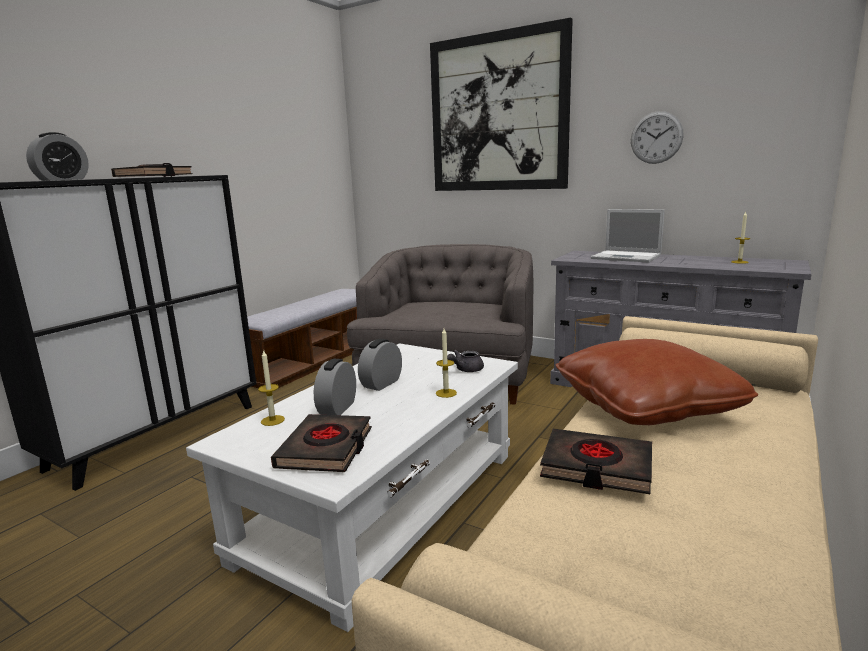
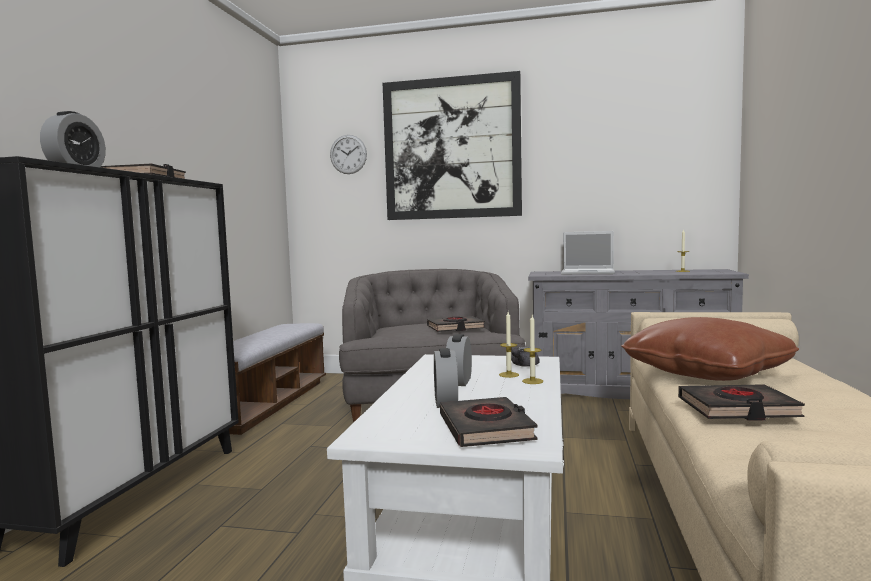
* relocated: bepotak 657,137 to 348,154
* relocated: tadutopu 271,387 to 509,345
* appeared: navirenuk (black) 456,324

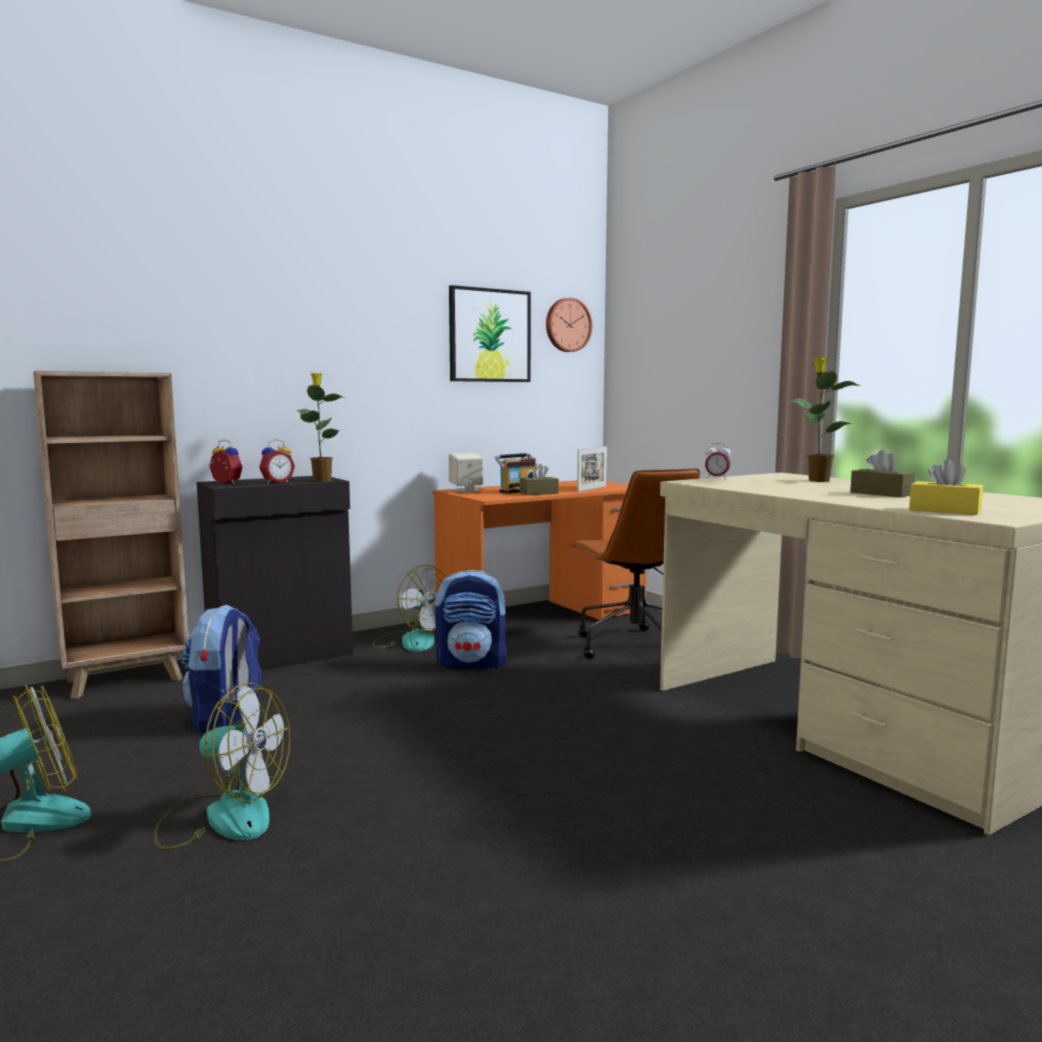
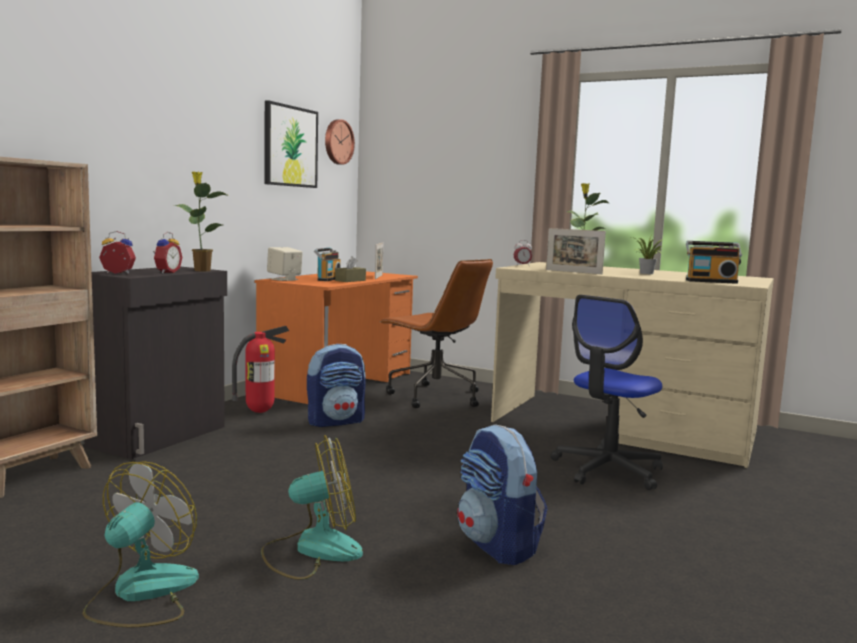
* exchanged: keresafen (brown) 882,473 to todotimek 646,254
* exchanged: keresafen (yellow) 946,487 to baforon 714,262
* exchanged: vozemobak 409,608 to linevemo 260,369
* relocated: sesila 221,669 to 503,495
* appeared: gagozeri 576,251
* appeared: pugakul 607,392

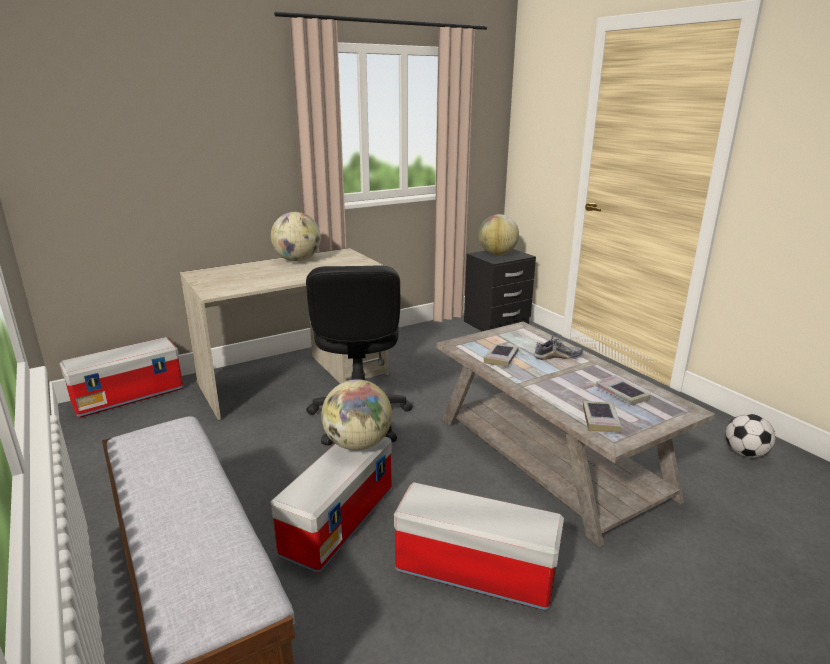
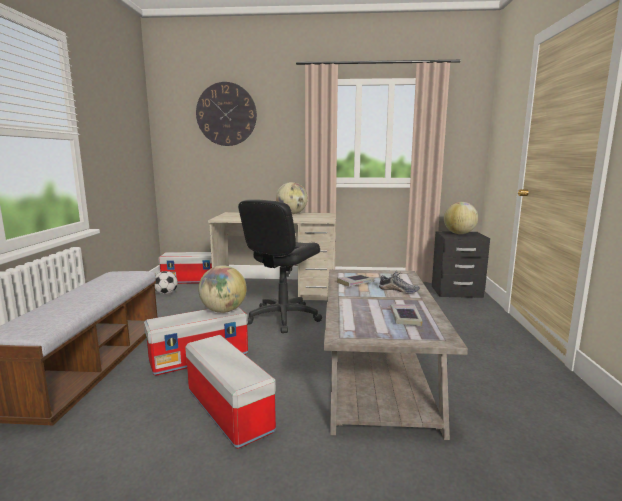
* missing: navirenuk 602,416
* relocated: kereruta 751,436 to 166,283
* appeared: bepotak 226,114

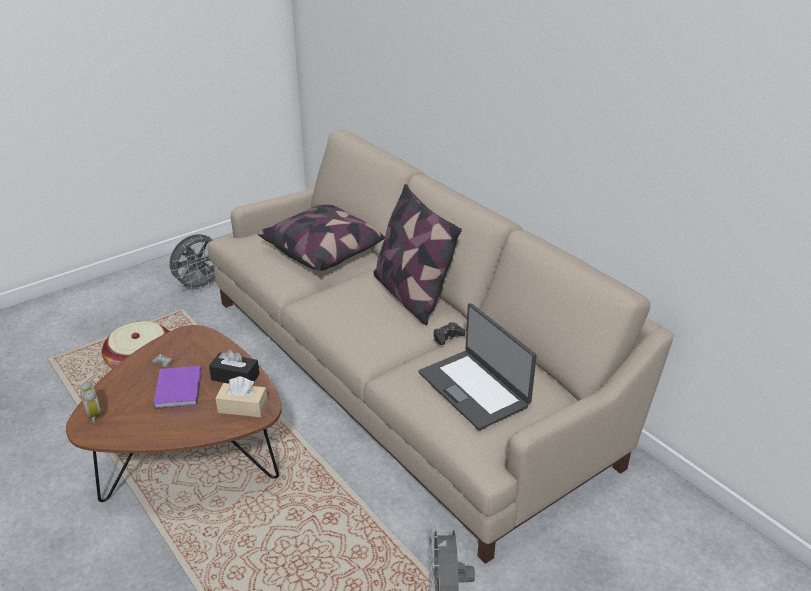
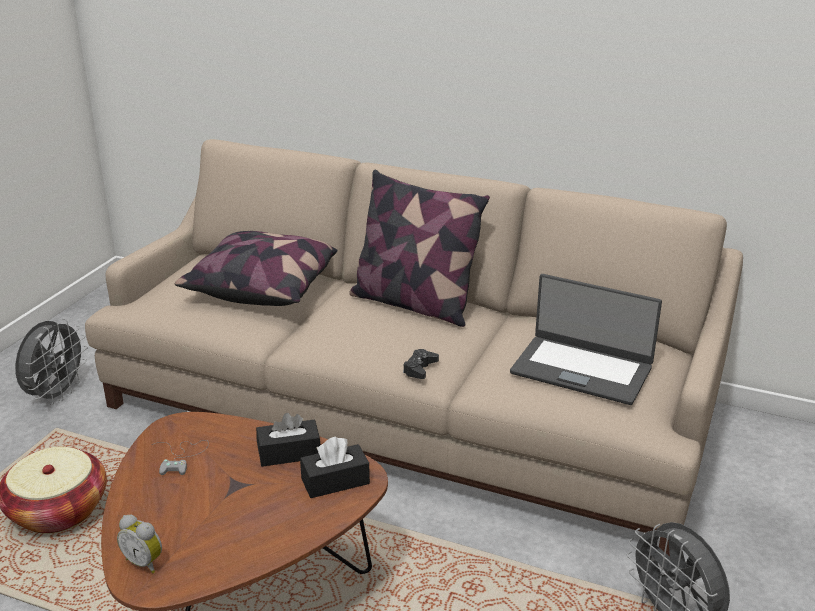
* relocated: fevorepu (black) 449,333 to 421,364
* missing: navirenuk (purple) 177,387
* colour: keresafen (beige) 241,397 to keresafen (black) 335,467

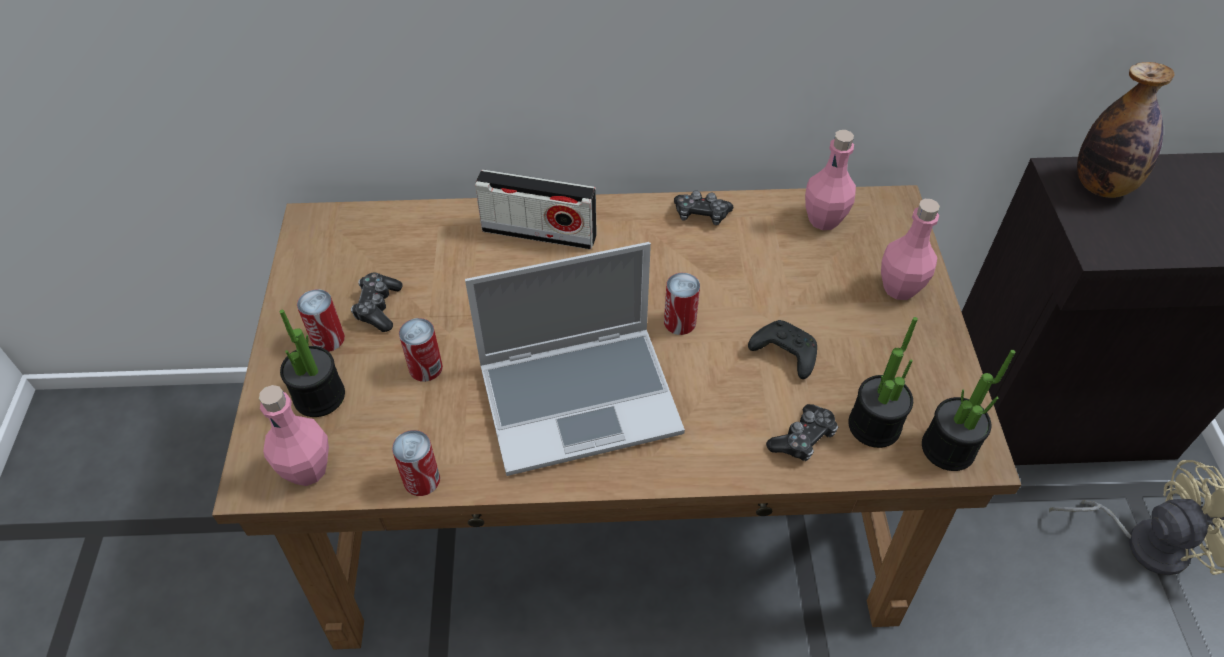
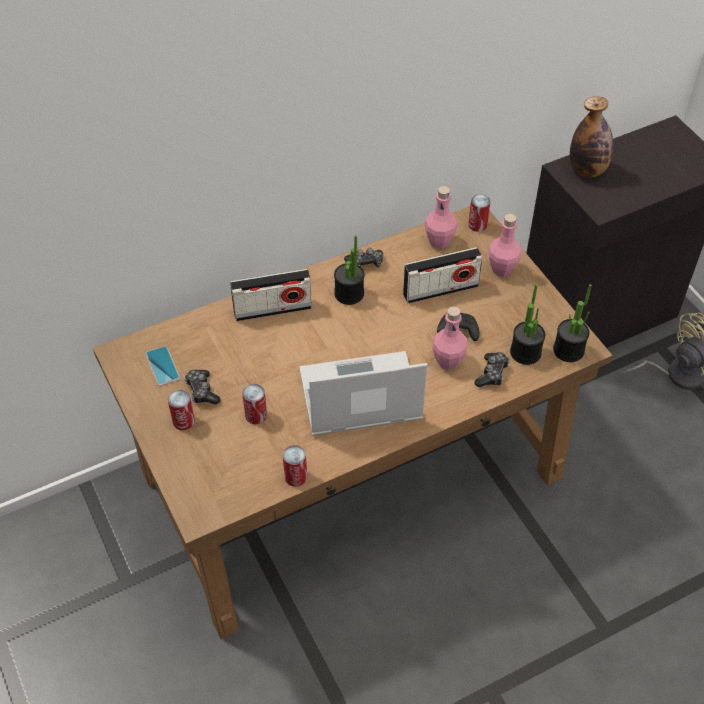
* spun: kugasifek 575,359 = 363,393 150 degrees counterclockwise
* relocated: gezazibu 682,304 to 479,213
* relocated: todotimek 312,363 to 349,270
* relocated: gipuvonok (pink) 294,435 to 450,338
* appeared: baforon 443,275
* appeared: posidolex 163,366

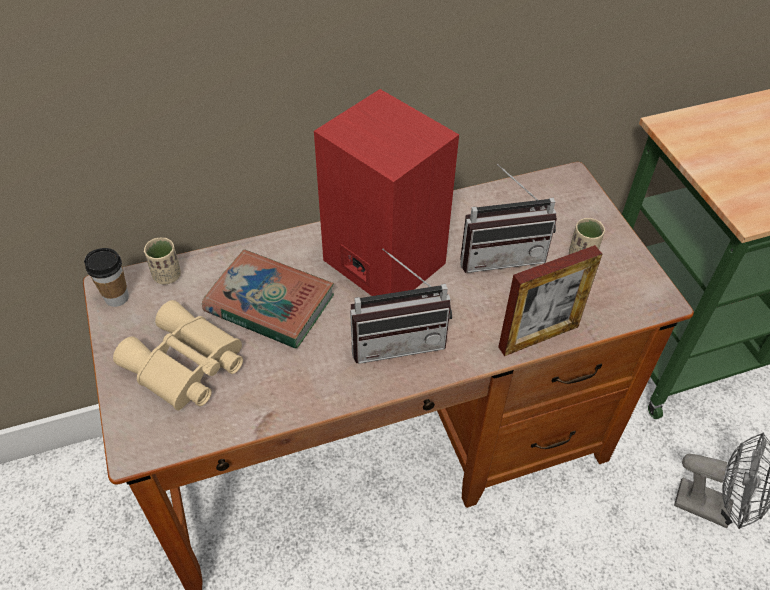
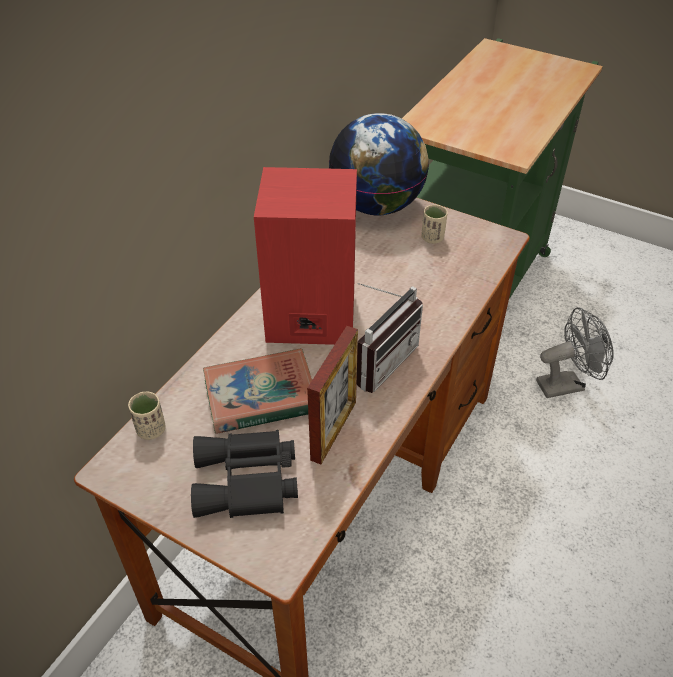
* missing: baforon 508,218
* relocated: gagozeri 550,300 to 332,395
* missing: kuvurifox 106,277
* colour: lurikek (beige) 178,355 to lurikek (black) 244,474
* appeared: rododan 379,164

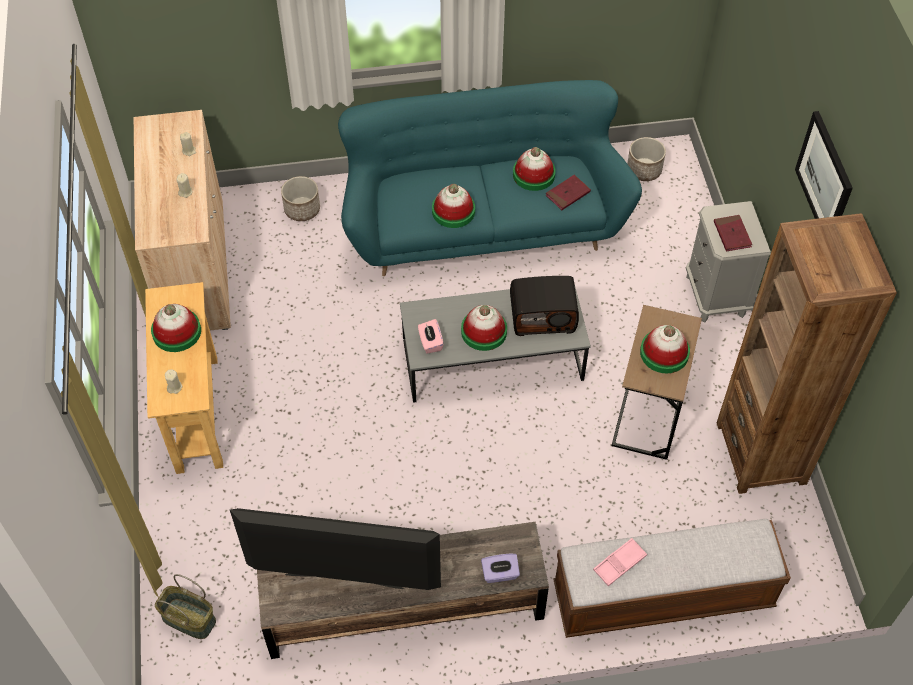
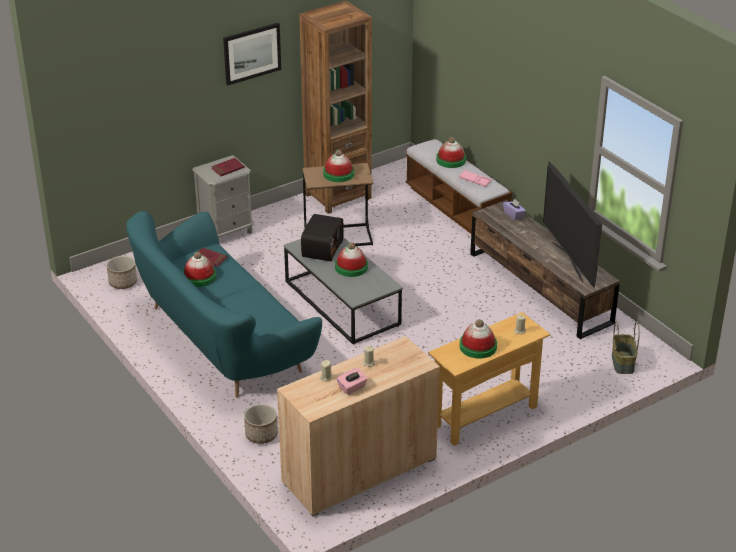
* relocated: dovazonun 453,206 to 451,152
* spun: baforon 544,306 = 322,237 45 degrees clockwise
* relocated: keresafen (pink) 431,336 to 352,381

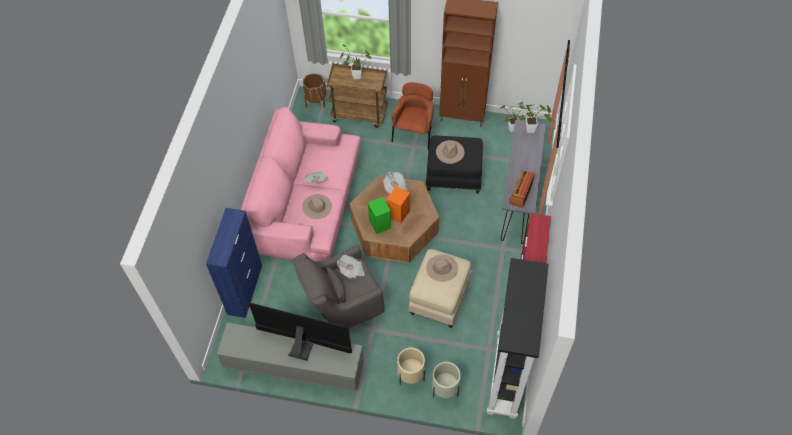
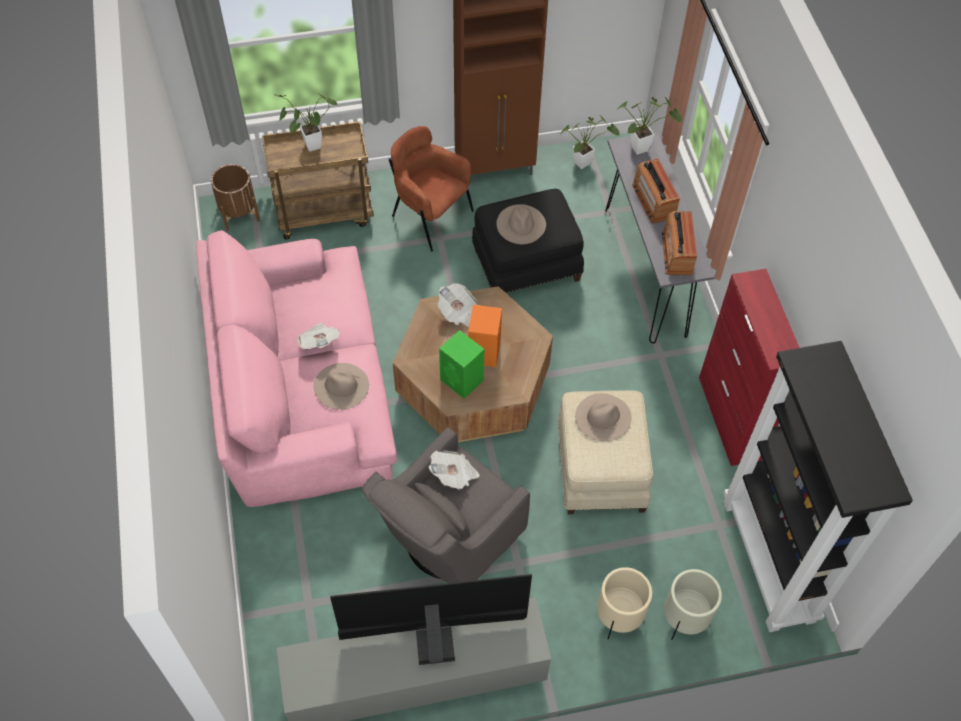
* spun: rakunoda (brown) 413,116 = 431,188 45 degrees counterclockwise
* missing: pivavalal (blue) 234,263
* appeared: baforon 656,191

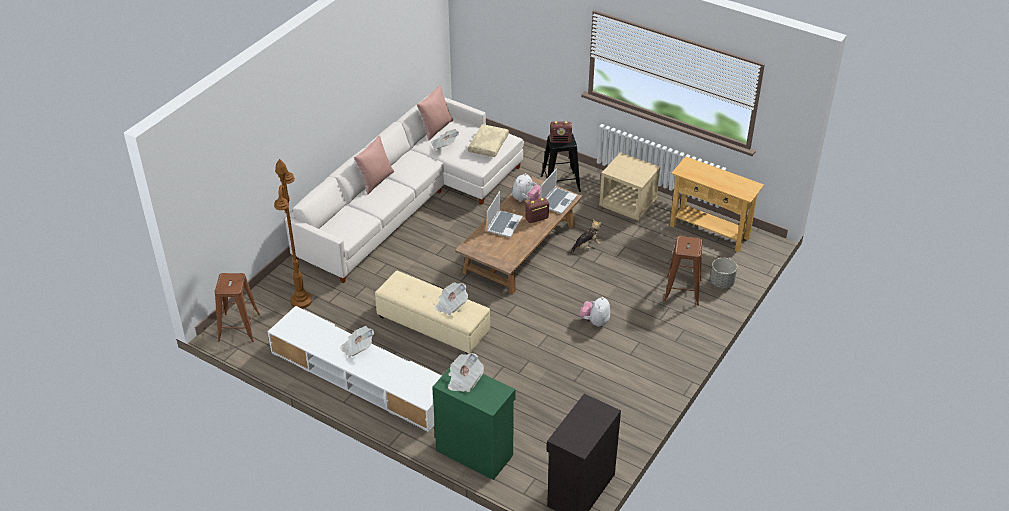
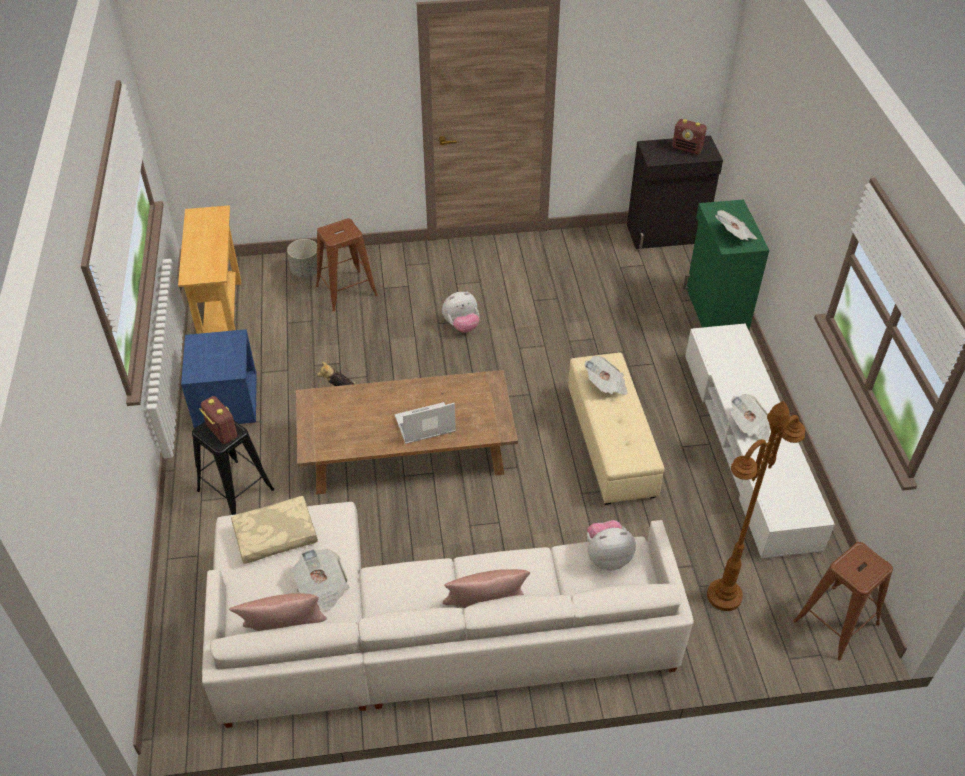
* colour: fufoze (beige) 629,186 to fufoze (blue) 219,378
* missing: kugasifek 558,191
* relocated: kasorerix 526,187 to 611,545
* relocated: baforon 537,210 to 689,136

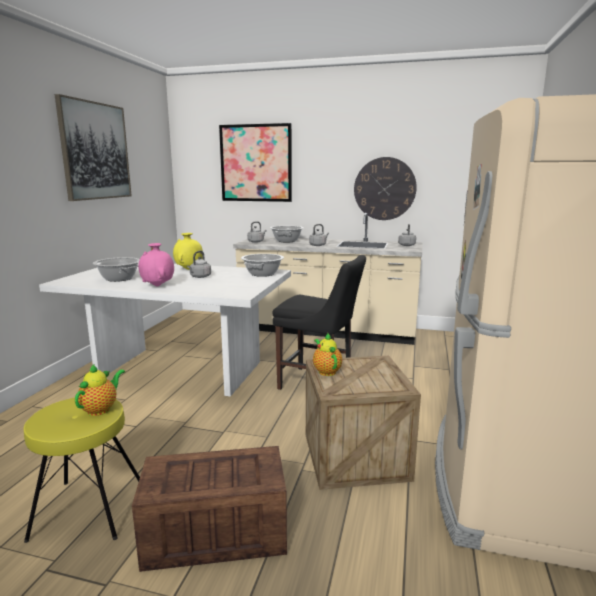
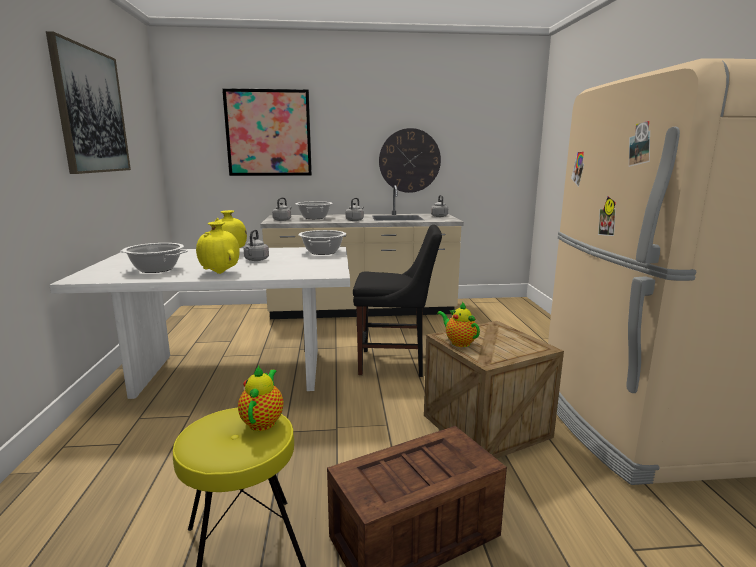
* colour: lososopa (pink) 156,264 to lososopa (yellow) 218,247

